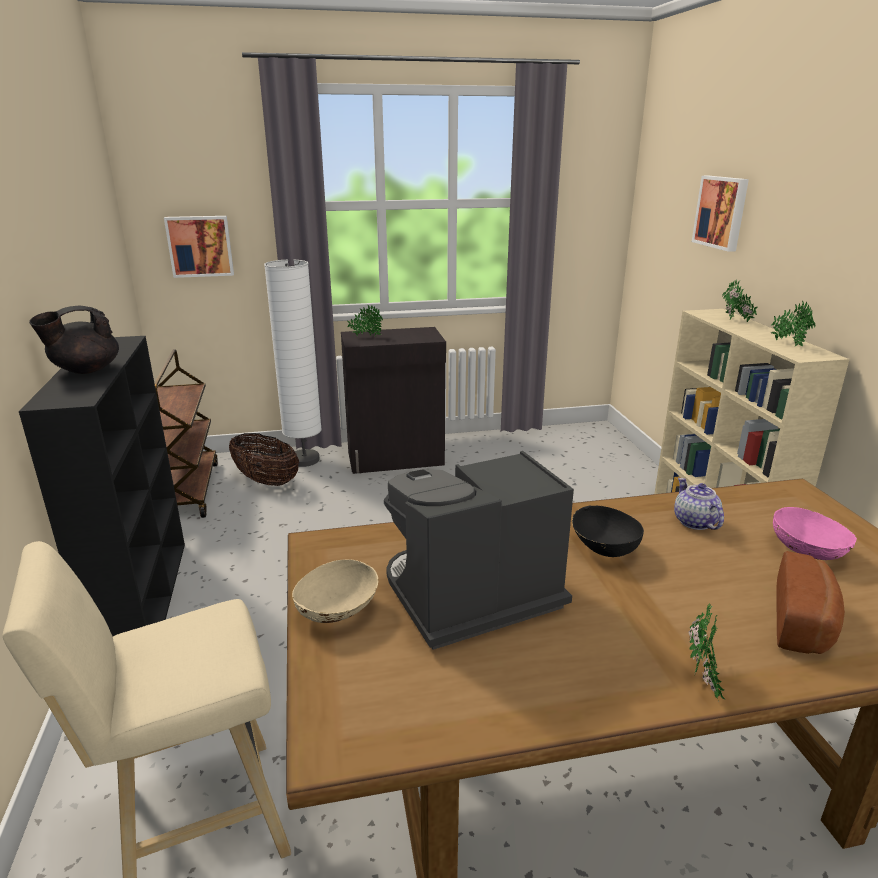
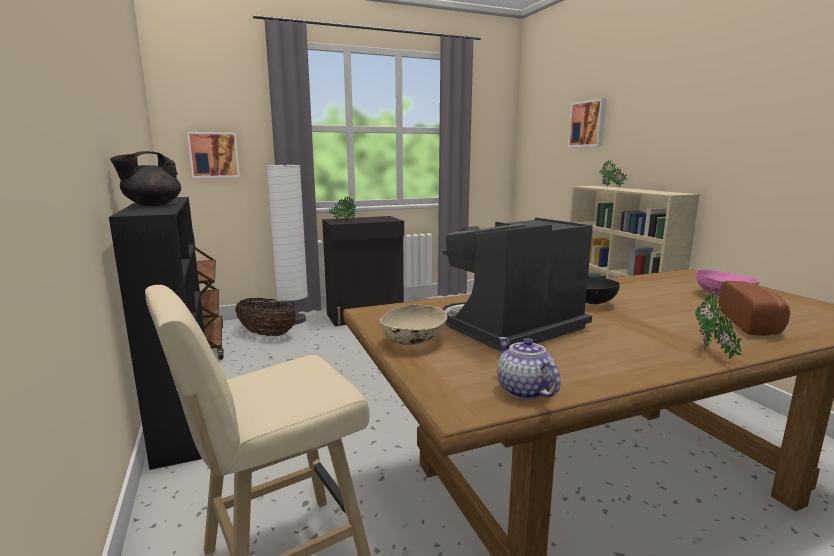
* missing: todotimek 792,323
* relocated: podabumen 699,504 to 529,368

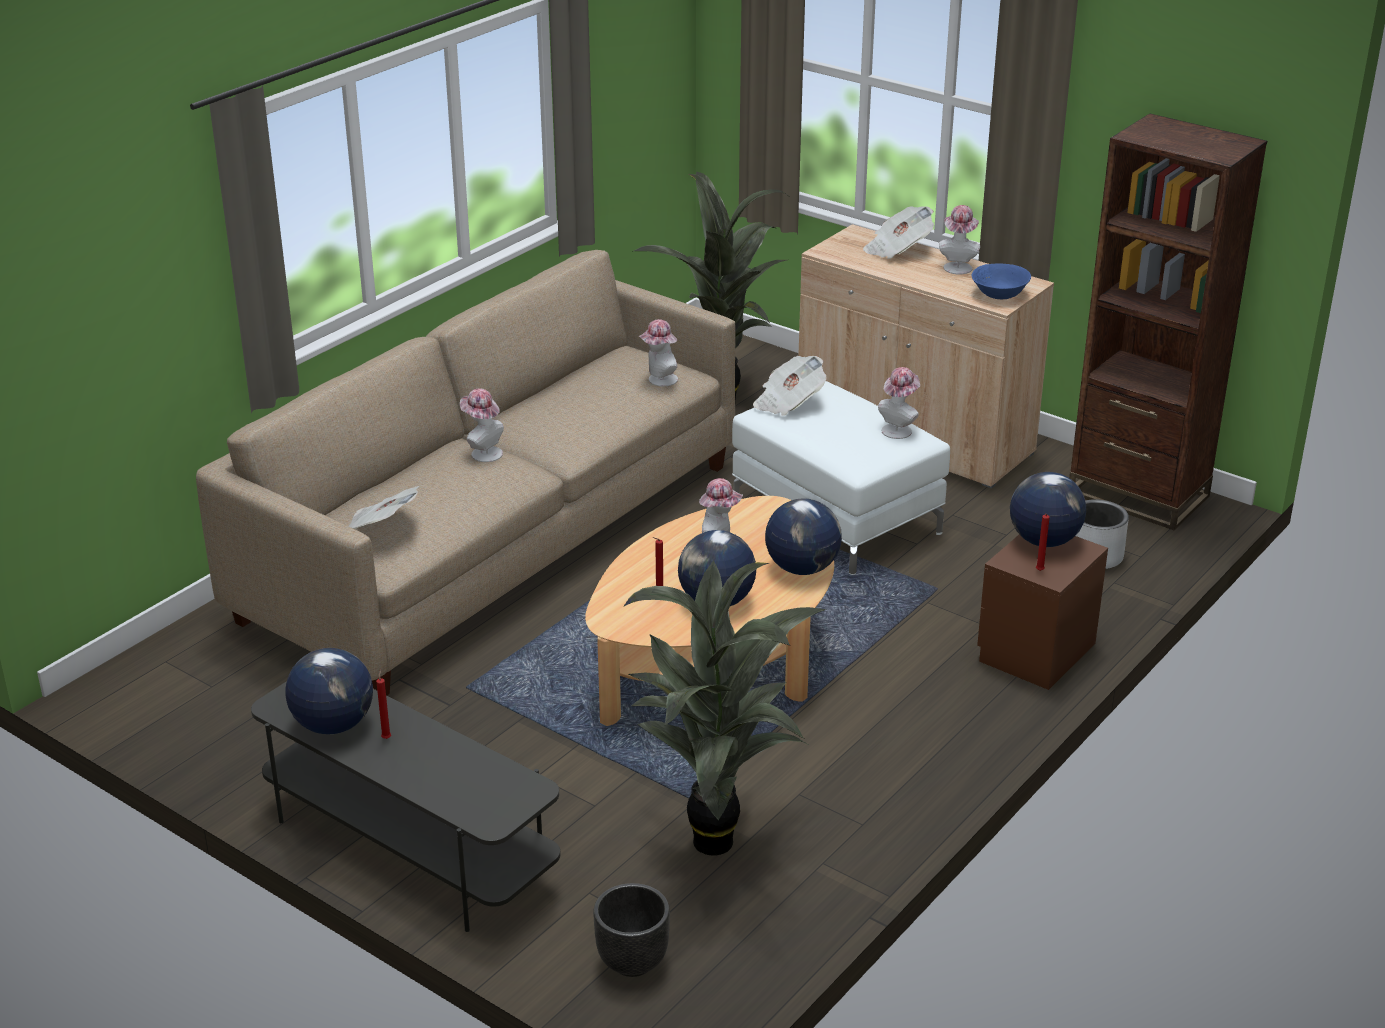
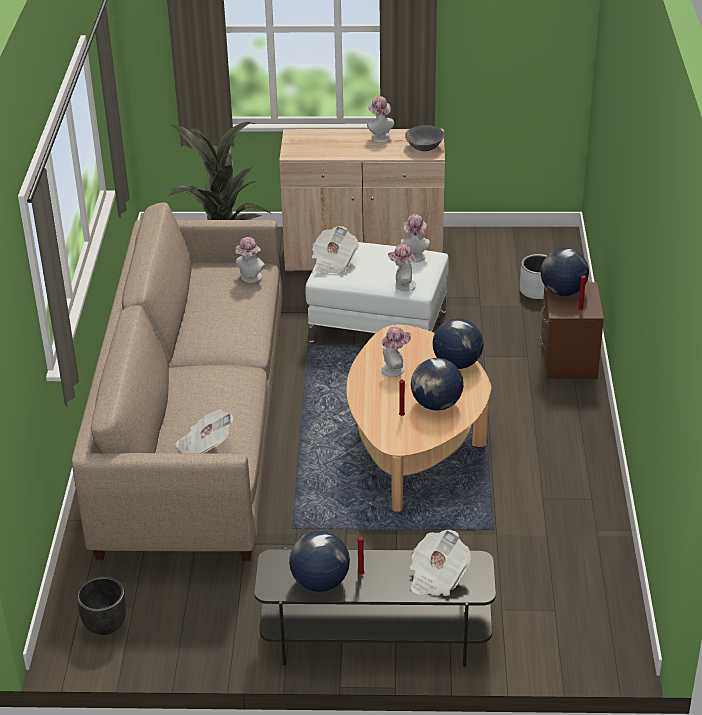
* missing: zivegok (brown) 1168,321
* relocated: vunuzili 898,232 to 440,563
* colour: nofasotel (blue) 1001,281 to nofasotel (grey) 425,138
* relocated: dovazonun 482,425 to 402,267
* missing: todotimek 725,707
* relocated: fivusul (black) 631,930 to 101,606

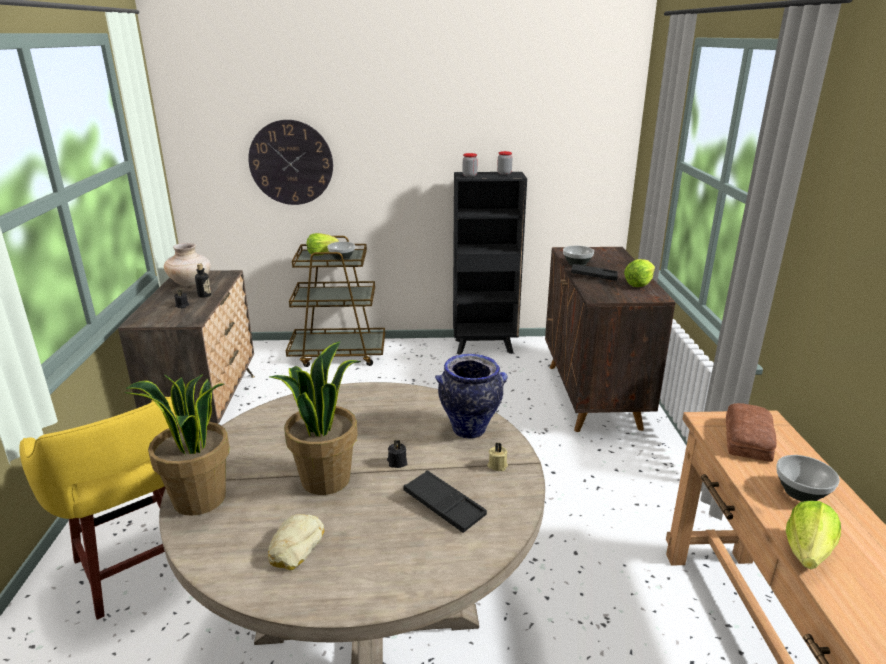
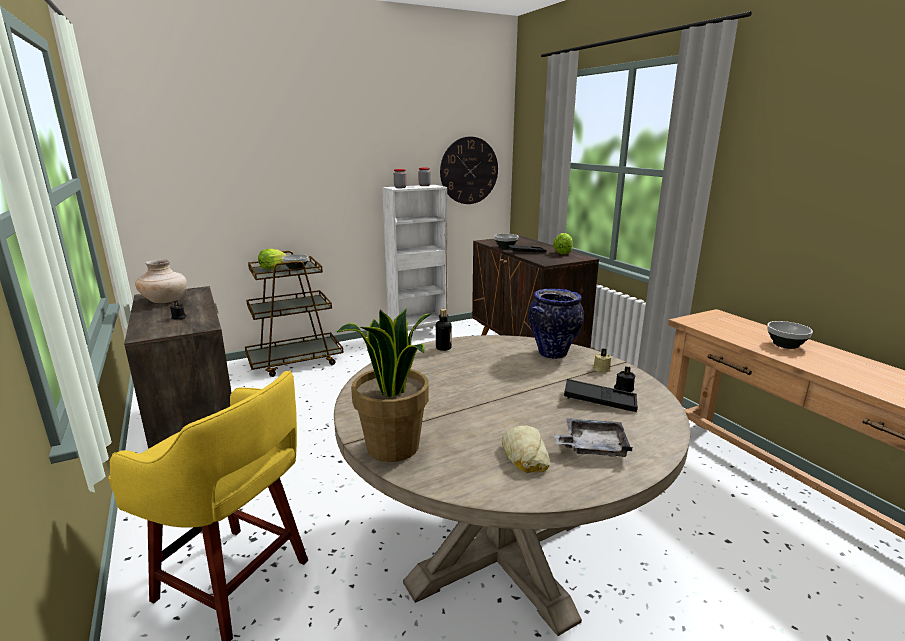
* relocated: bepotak 290,162 to 469,170
* colour: zivegok (black) 490,263 to zivegok (white) 415,258
* relocated: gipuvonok 203,281 to 444,330
* missing: todotimek 315,418
* missing: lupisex 751,432
* relocated: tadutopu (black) 397,453 to 625,379
* missing: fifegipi 813,535
* appeared: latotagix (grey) 593,437

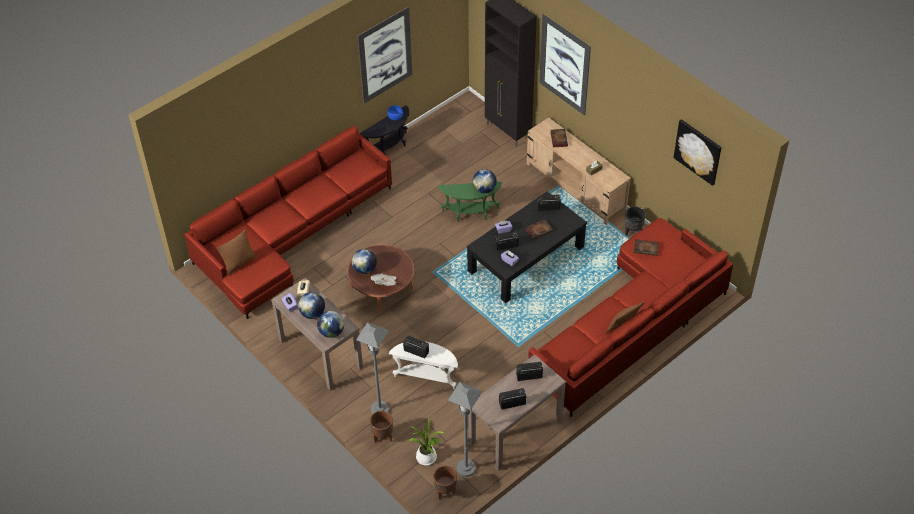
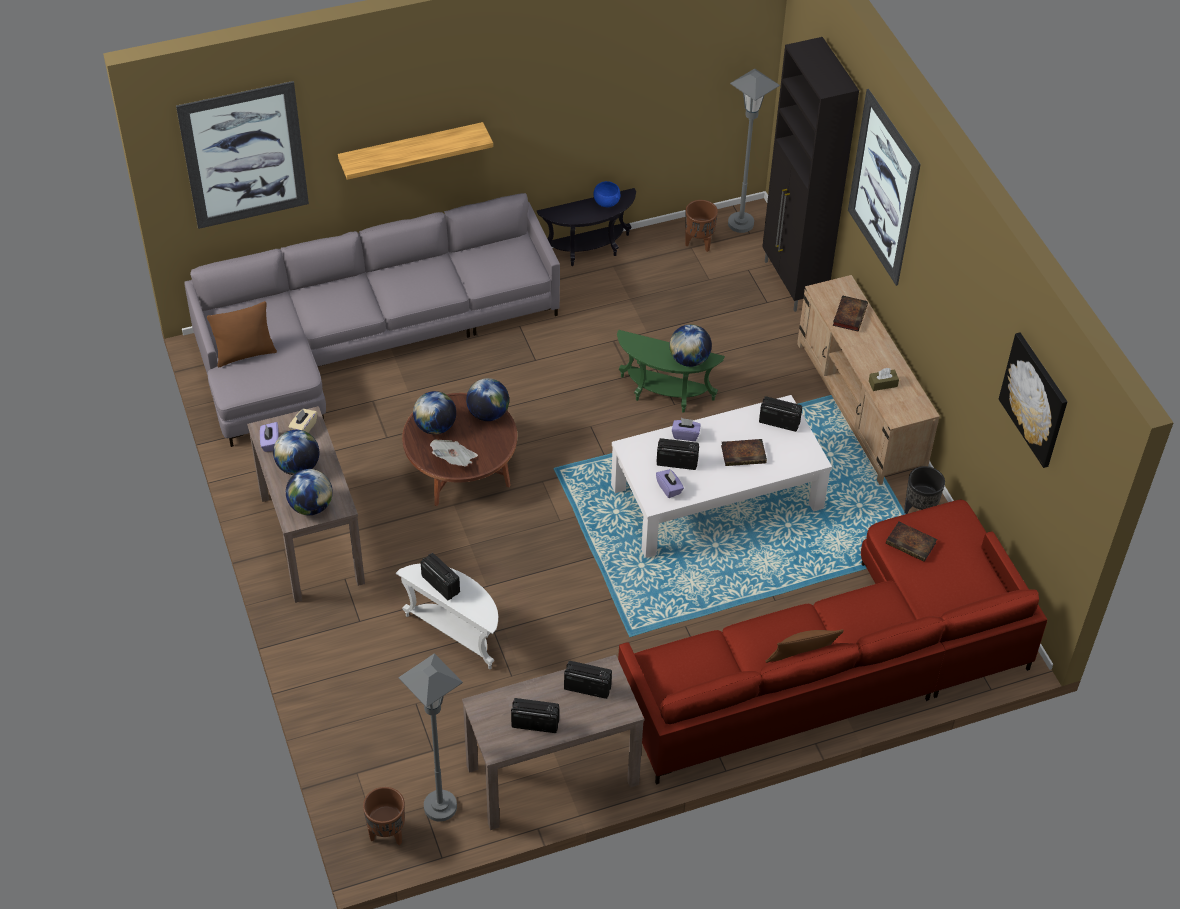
* relocated: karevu 385,55 to 242,155
* colour: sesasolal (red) 288,222 to sesasolal (grey) 372,320
* colour: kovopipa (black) 527,247 to kovopipa (white) 721,476
* relocated: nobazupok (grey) 372,368 to 754,150
* relocated: fivusul (brown) 381,427 to 701,226
* missing: todotimek 426,441
* appeared: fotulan 415,151
* appeared: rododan 487,399

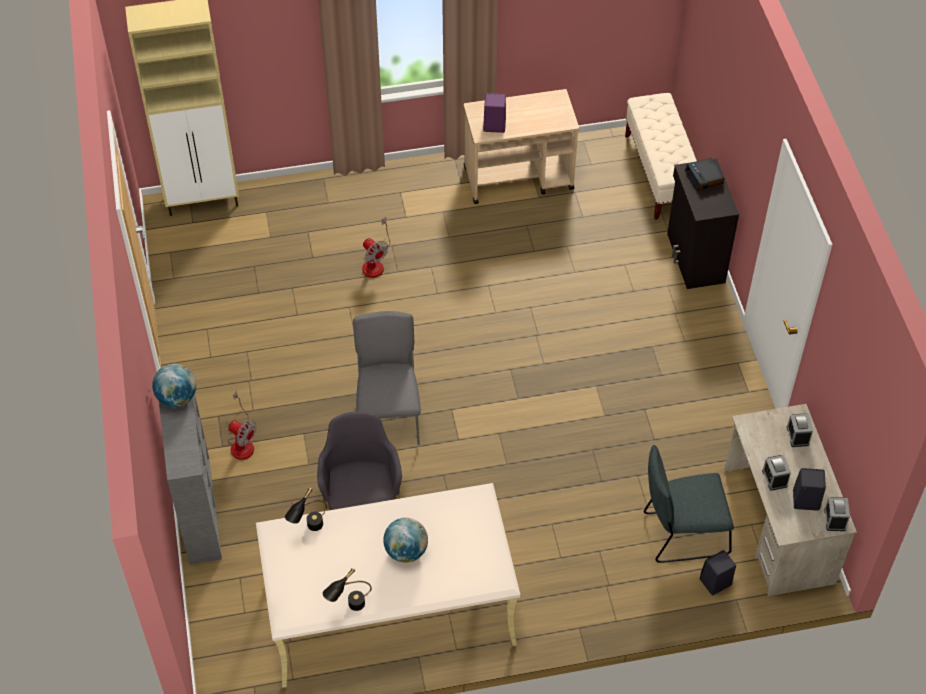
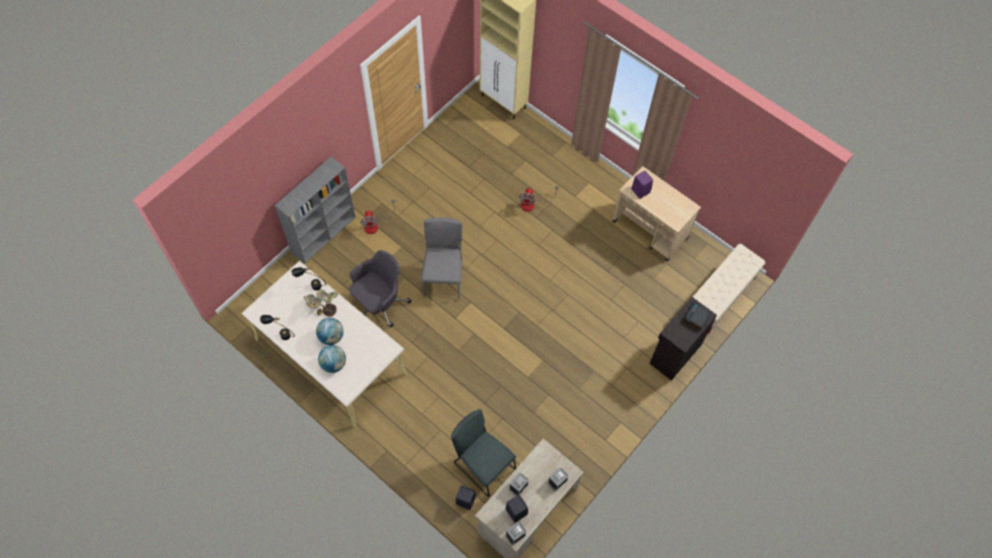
* spun: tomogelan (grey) 387,378 = 441,258 45 degrees counterclockwise
* relocated: rododan 174,385 to 332,359
* appeared: todotimek 321,303

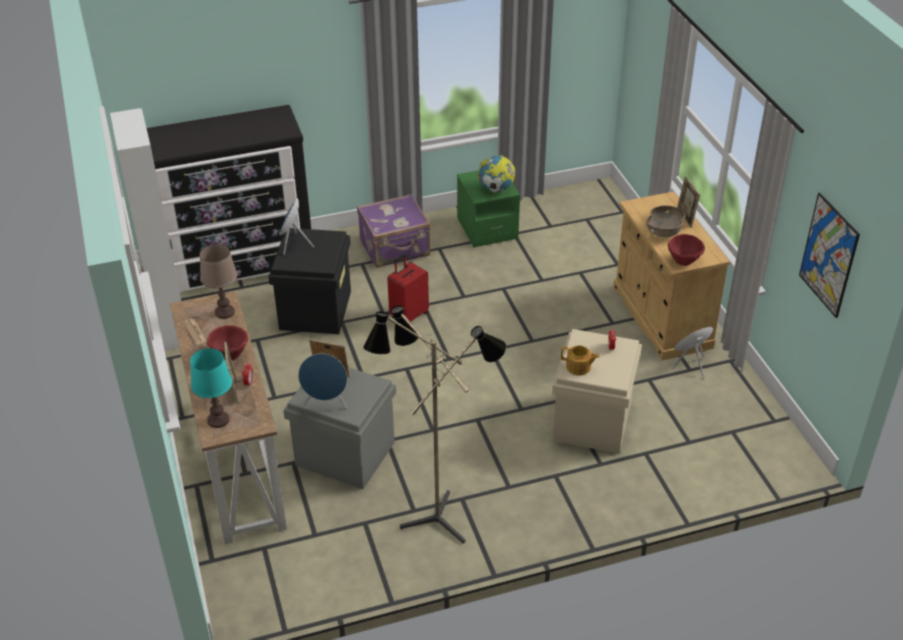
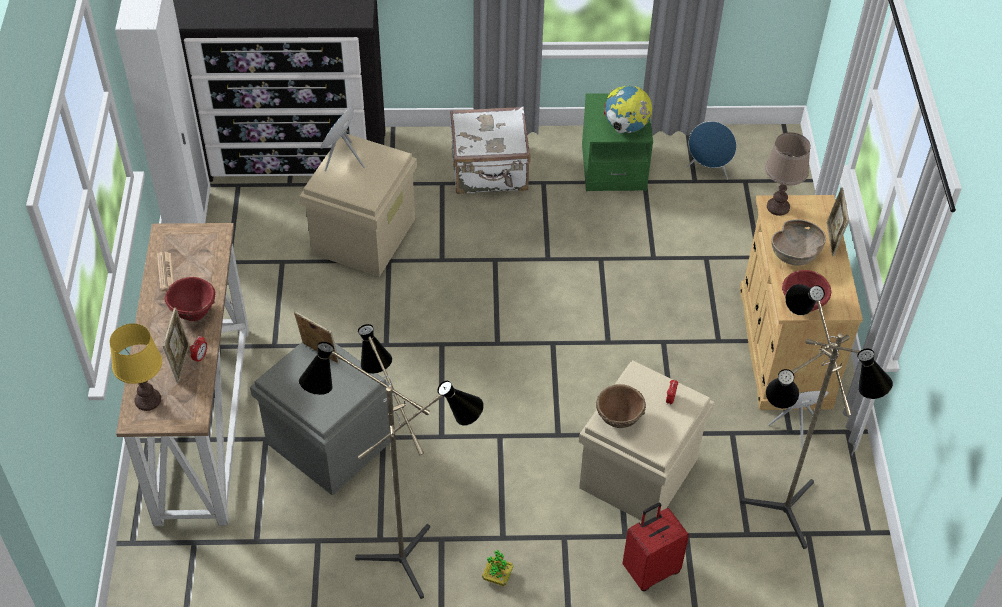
* missing: karevu 829,255
* colour: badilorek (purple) 393,231 to badilorek (white) 490,150
* colour: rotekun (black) 309,281 to rotekun (beige) 358,205
* relocated: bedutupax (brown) 219,281 to 787,174
* relocated: badilorek (red) 408,288 to 655,547
* exchanged: podabumen 580,360 to nofasotel (brown) 621,406
* colour: bedutupax (turquoise) 211,388 to bedutupax (yellow) 136,367
* relocated: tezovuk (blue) 322,381 to 711,150
* appeared: nobazupok 816,416
* appeared: todotimek 497,568

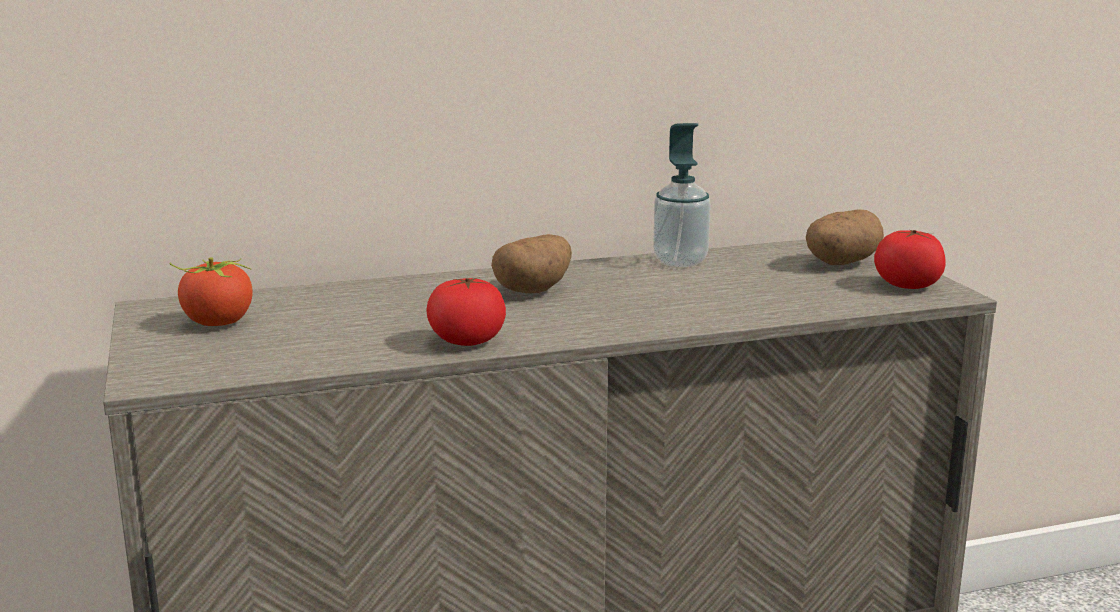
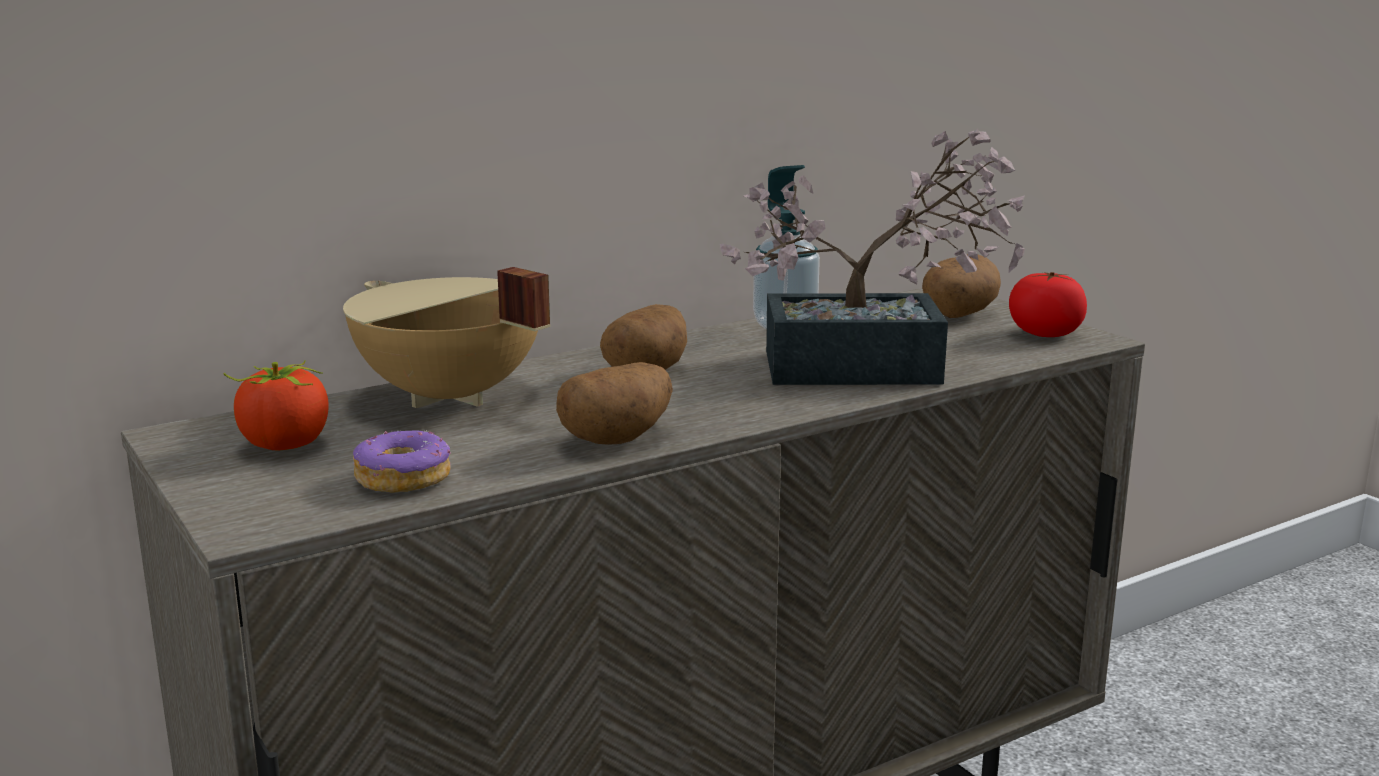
* exchanged: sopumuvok 466,311 to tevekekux 614,403
* appeared: todotimek 872,257
* appeared: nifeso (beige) 446,337
* appeared: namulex 402,461

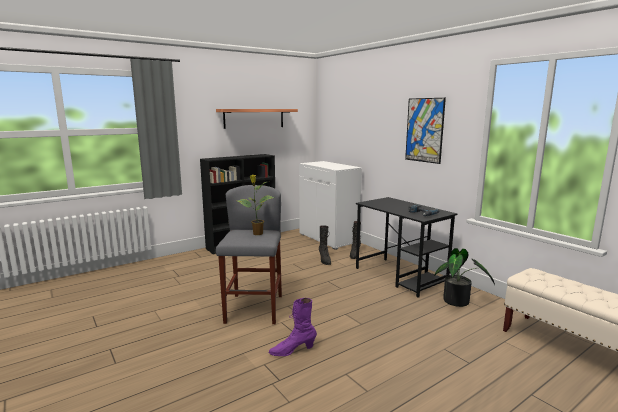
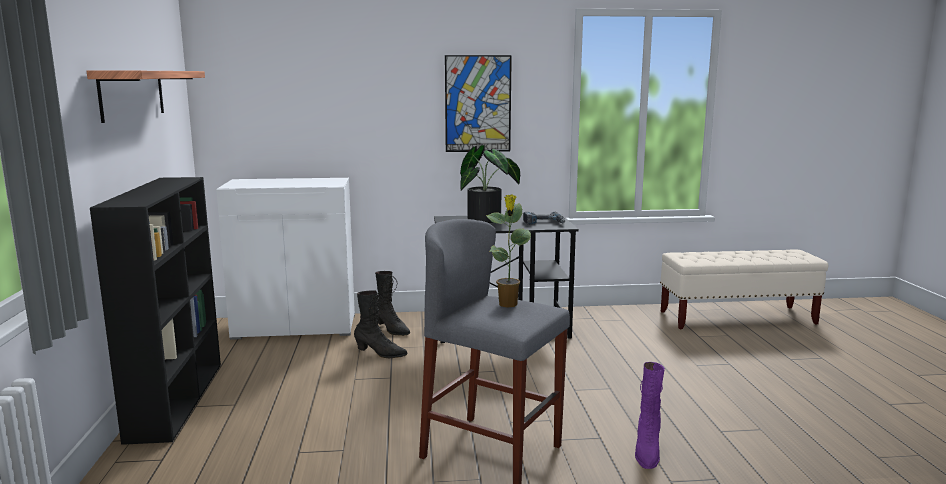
* relocated: todotimek 464,277 to 490,184

